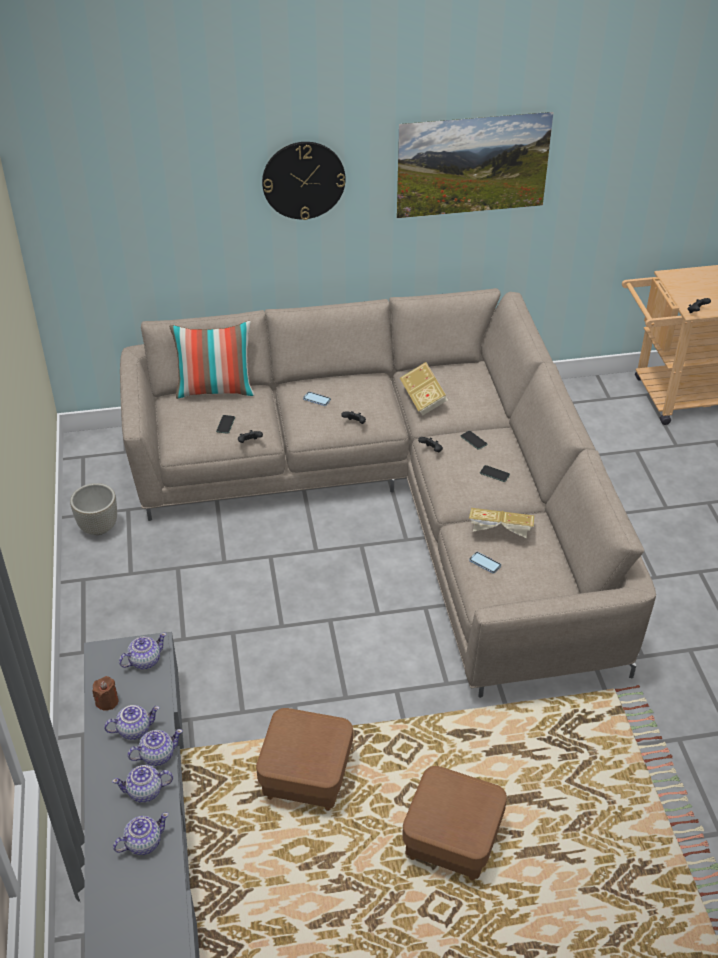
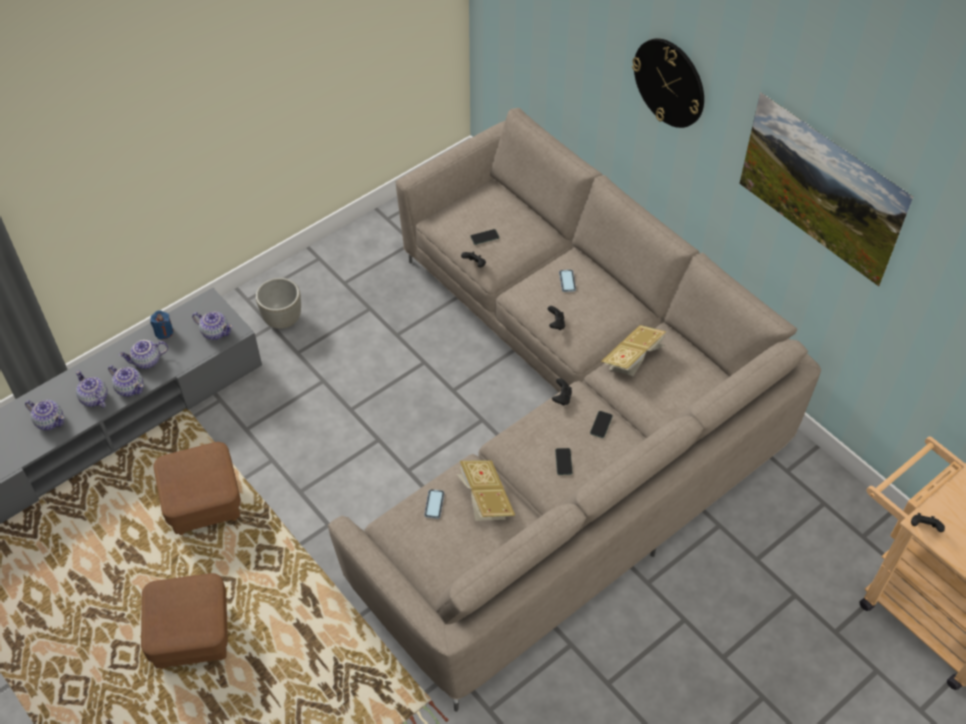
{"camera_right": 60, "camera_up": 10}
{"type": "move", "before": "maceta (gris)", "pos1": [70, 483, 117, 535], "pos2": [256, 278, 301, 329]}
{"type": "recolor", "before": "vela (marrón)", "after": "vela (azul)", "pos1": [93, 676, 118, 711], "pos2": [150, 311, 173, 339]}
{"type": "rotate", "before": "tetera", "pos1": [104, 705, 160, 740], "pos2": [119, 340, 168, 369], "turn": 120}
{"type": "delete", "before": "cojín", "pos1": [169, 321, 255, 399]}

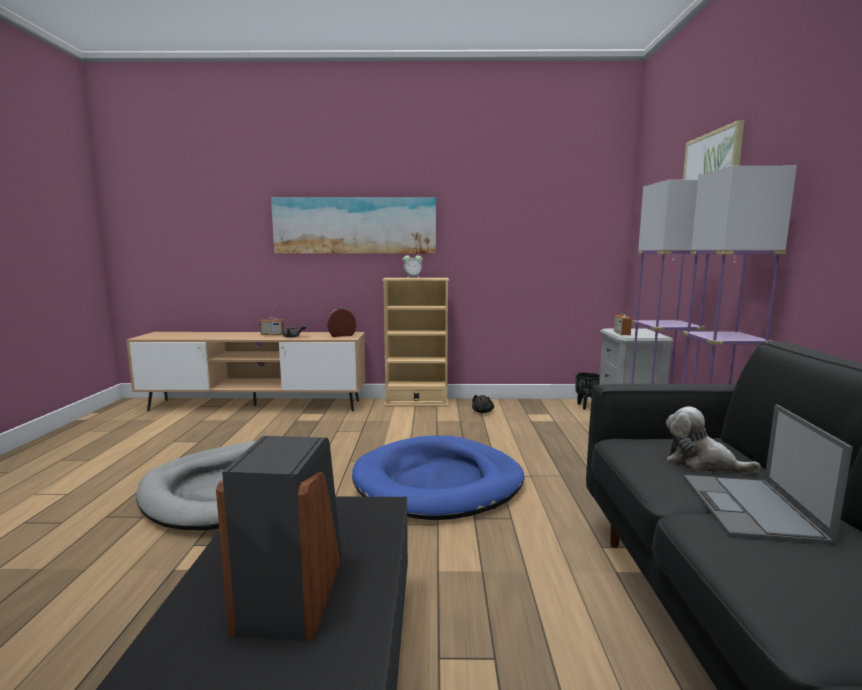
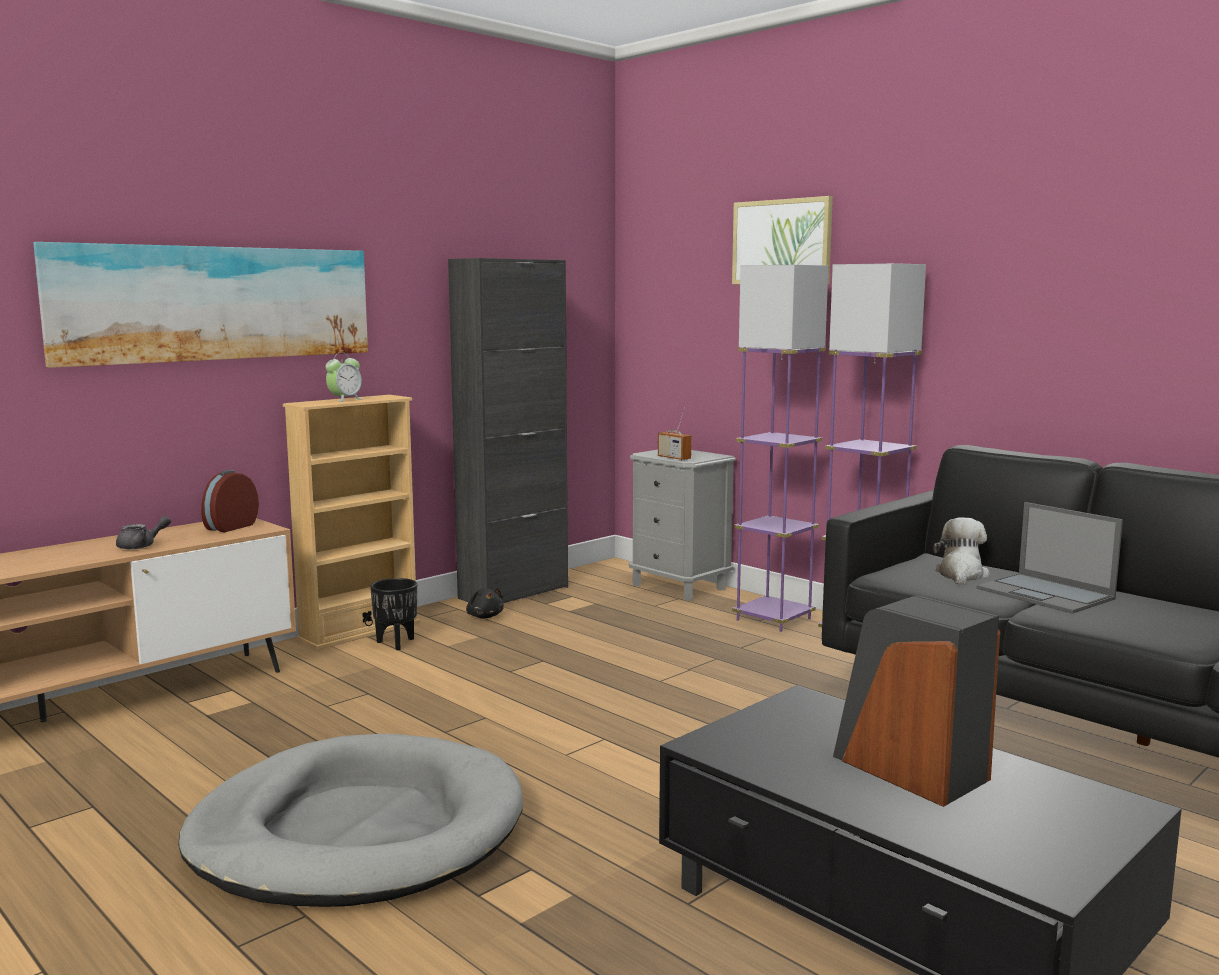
{"camera_right": -45, "camera_up": 0}
{"type": "delete", "before": "radio", "pos1": [260, 303, 284, 335]}
{"type": "delete", "before": "cama para perro (azul)", "pos1": [352, 436, 524, 520]}
{"type": "move", "before": "maceta (negro)", "pos1": [576, 372, 600, 410], "pos2": [370, 578, 417, 650]}
{"type": "rotate", "before": "peluche", "pos1": [666, 406, 761, 474], "pos2": [933, 517, 990, 585], "turn": 120}
{"type": "insert", "after": "armario (negro)", "pos2": [448, 258, 568, 603]}

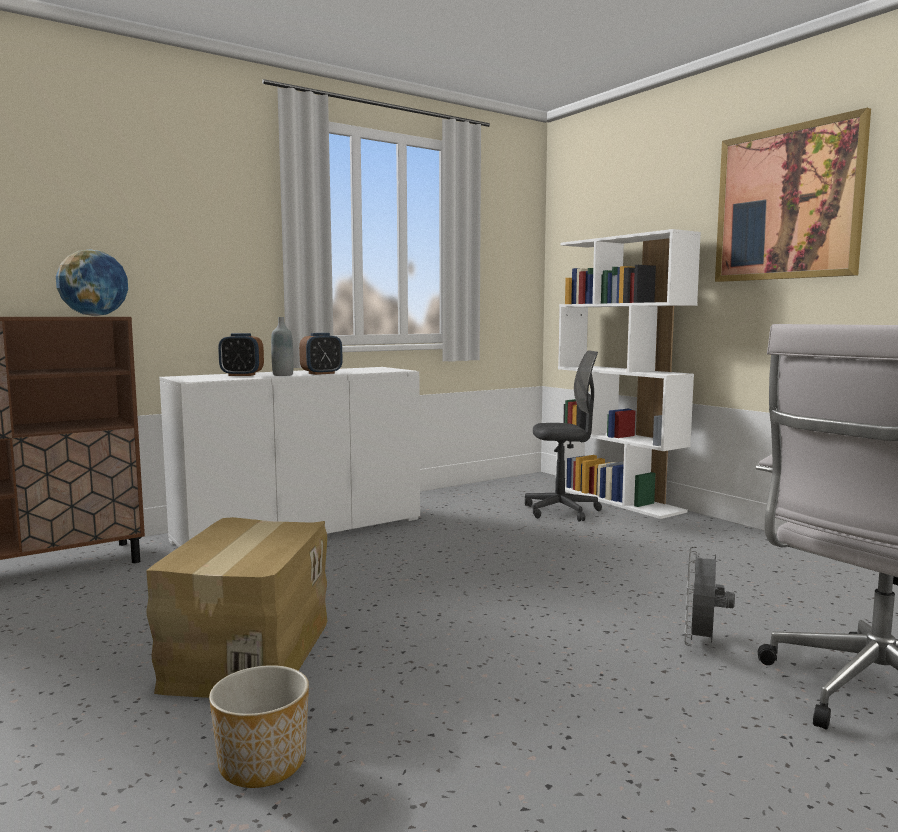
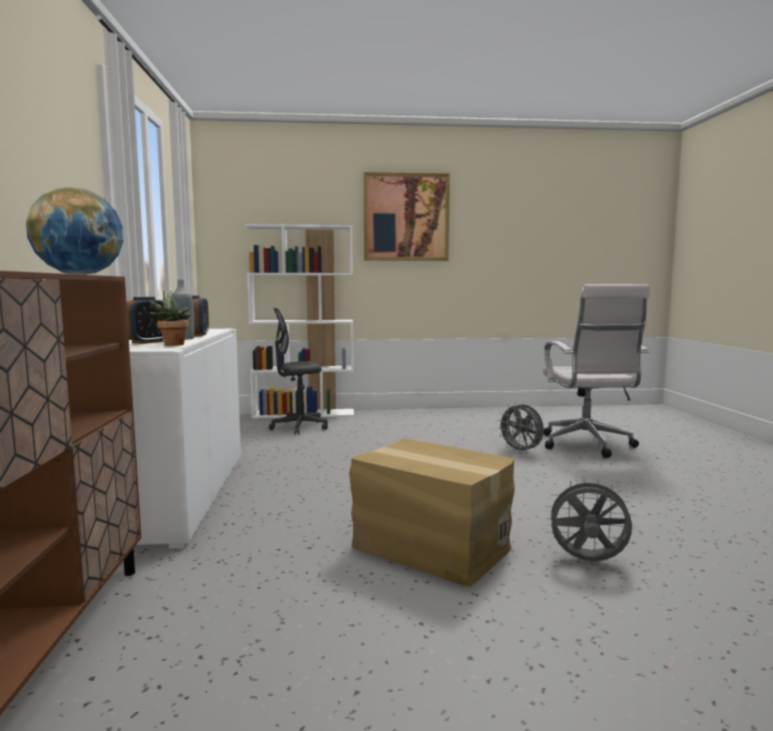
{"camera_right": -60, "camera_up": 0}
{"type": "replace", "before": "maceta", "after": "ventilador (gris)", "pos1": [209, 665, 309, 788], "pos2": [546, 477, 635, 561]}
{"type": "rotate", "before": "silla de oficina (gris)", "pos1": [525, 350, 602, 521], "pos2": [269, 308, 328, 435], "turn": -135}
{"type": "insert", "after": "planta en maceta", "pos2": [149, 290, 191, 346]}

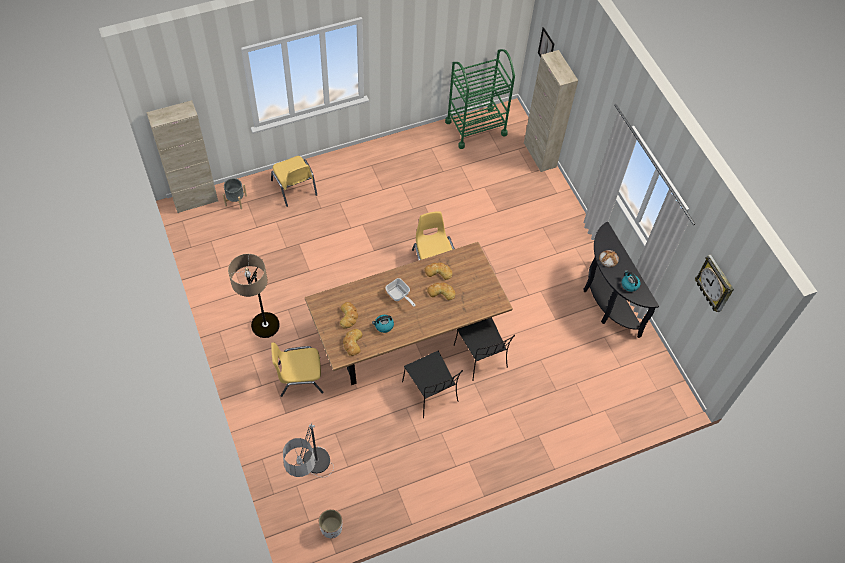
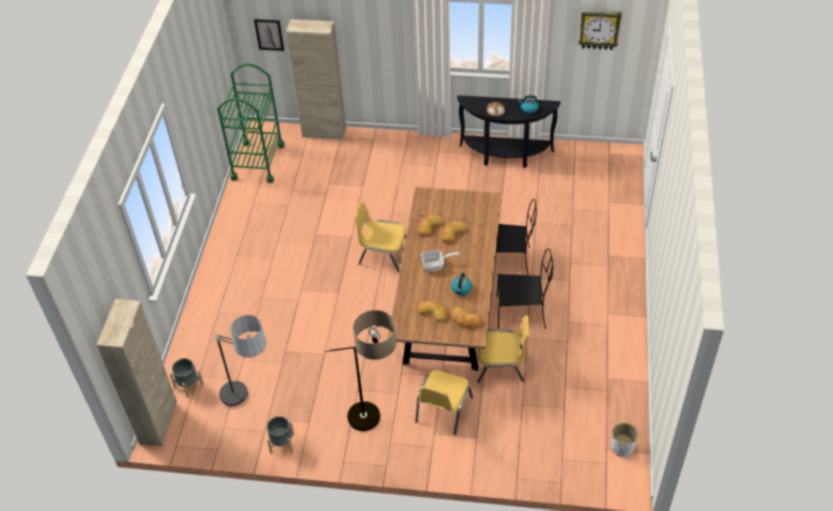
{"camera_right": -55, "camera_up": -10}
{"type": "move", "before": "silla (amarillo)", "pos1": [271, 156, 317, 207], "pos2": [477, 315, 529, 383]}
{"type": "move", "before": "lámpara de pie", "pos1": [283, 423, 334, 477], "pos2": [215, 315, 267, 406]}
{"type": "insert", "after": "maceta (gris)", "pos2": [267, 416, 294, 454]}

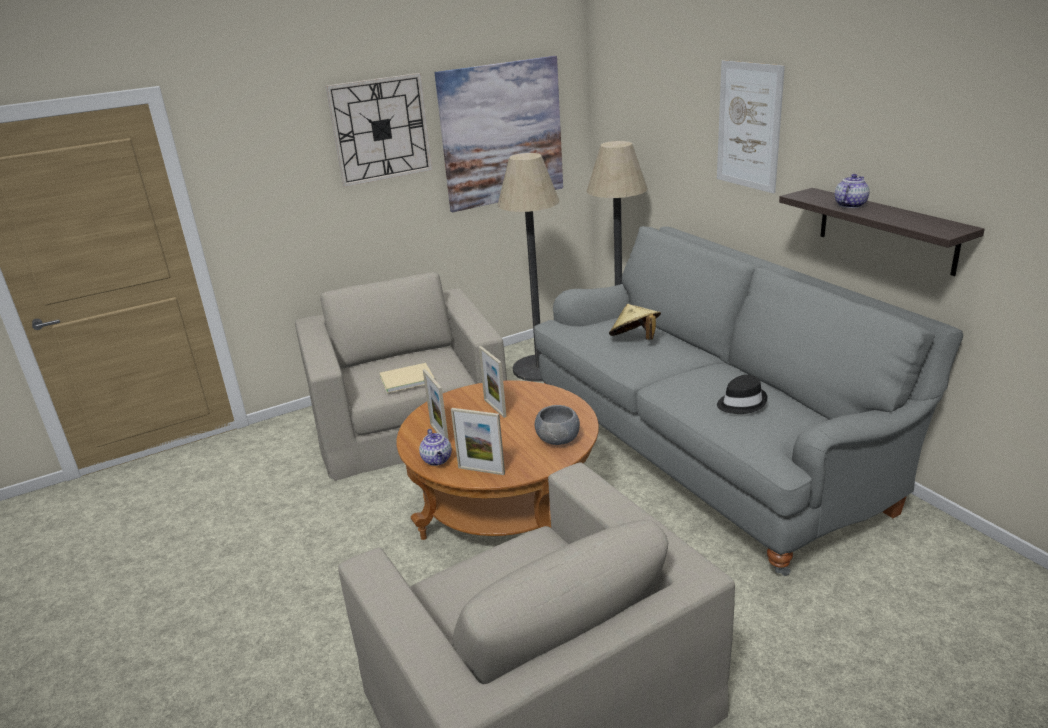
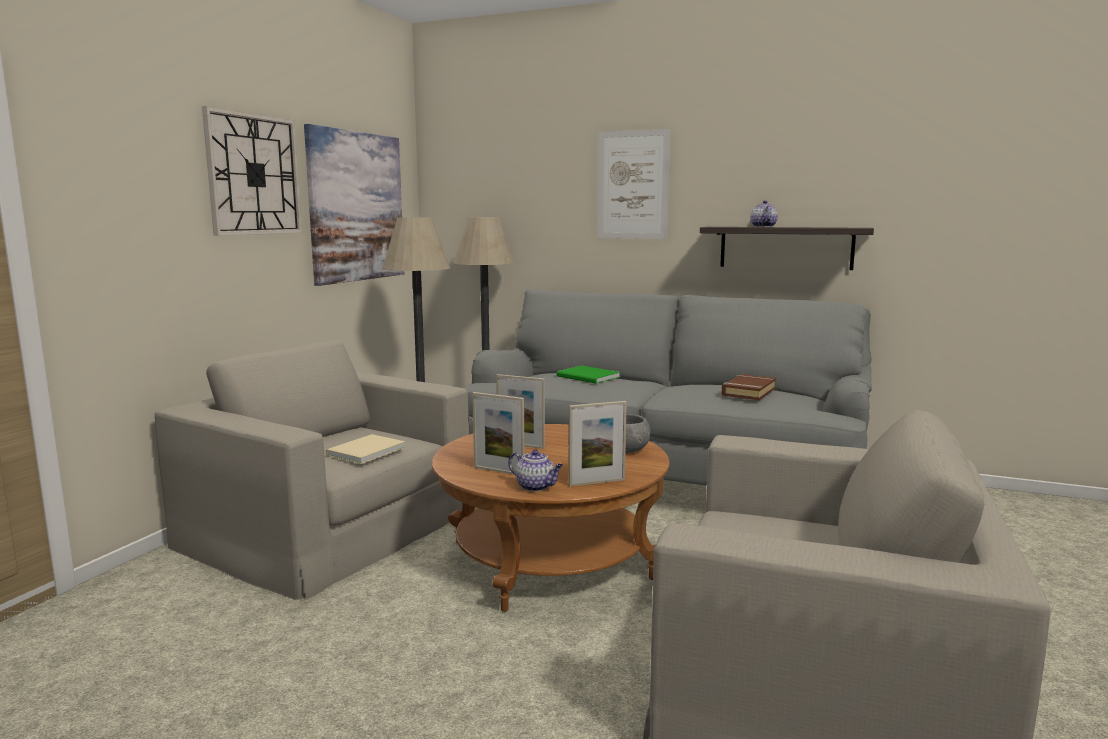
{"camera_right": -40, "camera_up": -15}
{"type": "replace", "before": "sombrero (beis)", "after": "libro (verde)", "pos1": [609, 304, 661, 340], "pos2": [556, 365, 620, 384]}
{"type": "replace", "before": "sombrero (negro)", "after": "libro (marrón)", "pos1": [717, 375, 768, 414], "pos2": [722, 374, 776, 400]}

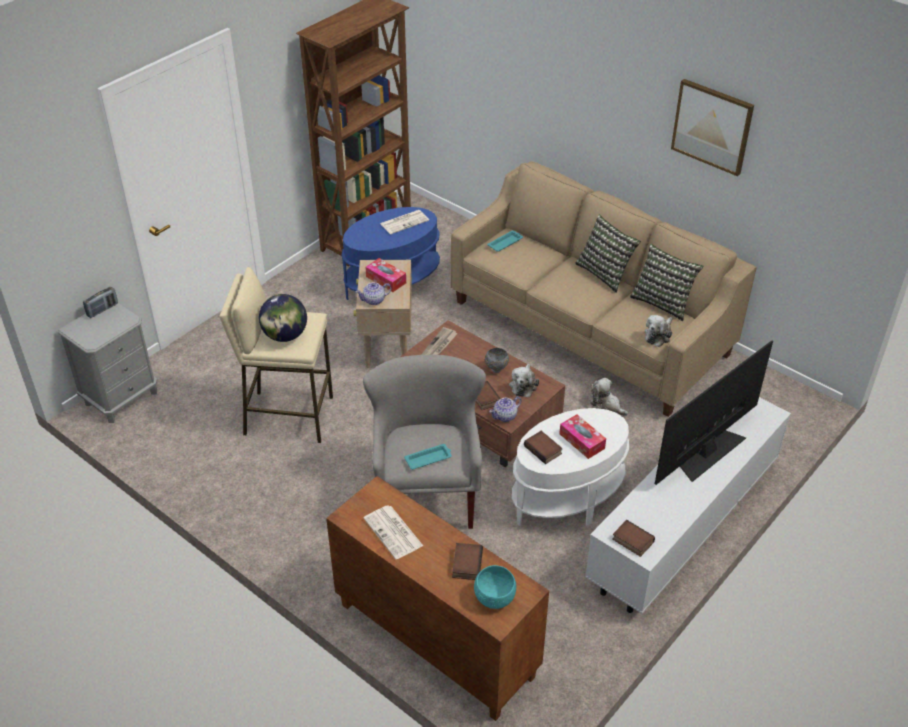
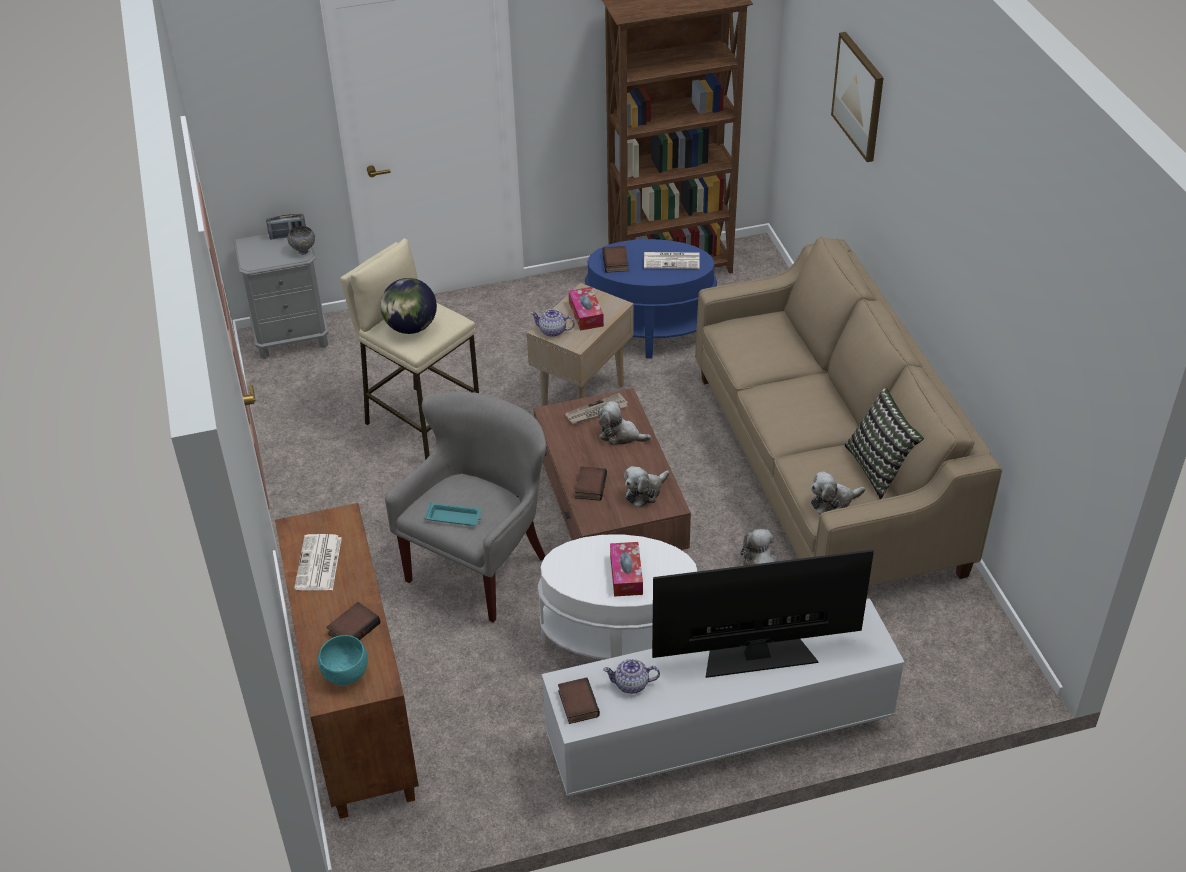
{"camera_right": 35, "camera_up": 0}
{"type": "move", "before": "cuenco (gris)", "pos1": [485, 348, 509, 373], "pos2": [287, 226, 315, 255]}
{"type": "delete", "before": "bandeja (turquesa)", "pos1": [487, 230, 523, 252]}
{"type": "move", "before": "tetera", "pos1": [489, 396, 522, 422], "pos2": [603, 659, 660, 694]}
{"type": "move", "before": "libro", "pos1": [524, 431, 563, 464], "pos2": [602, 246, 629, 273]}
{"type": "delete", "before": "cojín", "pos1": [575, 215, 641, 293]}
{"type": "move", "before": "cuadro", "pos1": [671, 79, 754, 176], "pos2": [831, 32, 884, 162]}
{"type": "insert", "after": "peluche", "pos2": [598, 401, 652, 446]}

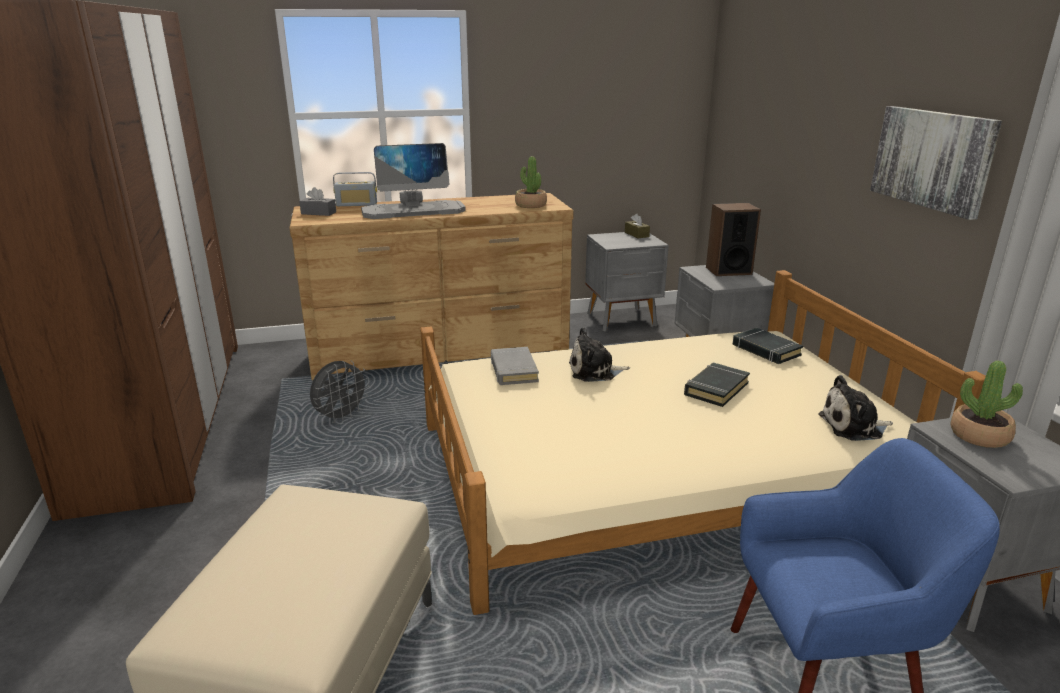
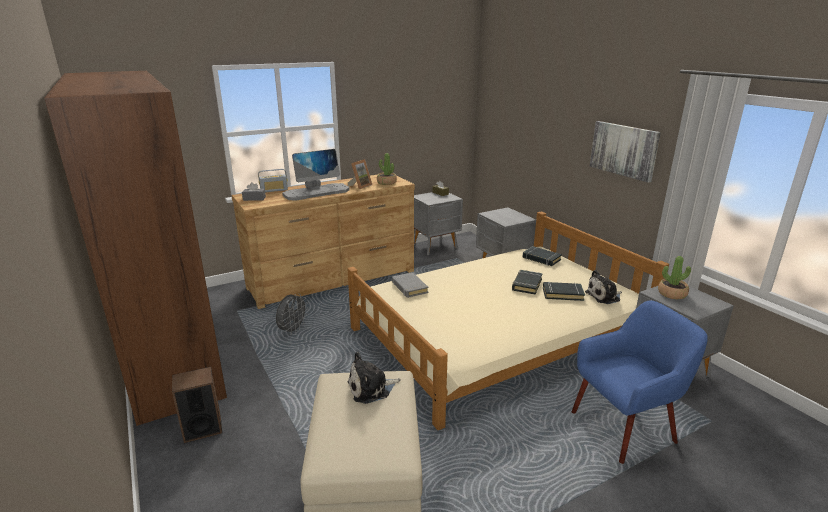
{"camera_right": -15, "camera_up": 0}
{"type": "move", "before": "peluche", "pos1": [569, 327, 630, 382], "pos2": [348, 352, 401, 404]}
{"type": "move", "before": "altavoz", "pos1": [706, 203, 761, 276], "pos2": [172, 367, 222, 443]}
{"type": "insert", "after": "portarretratos", "pos2": [348, 159, 372, 189]}
{"type": "insert", "after": "libro (negro)", "pos2": [543, 282, 585, 301]}

